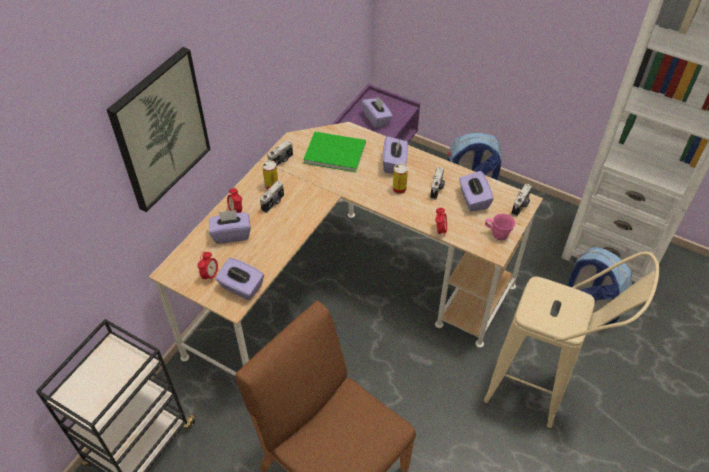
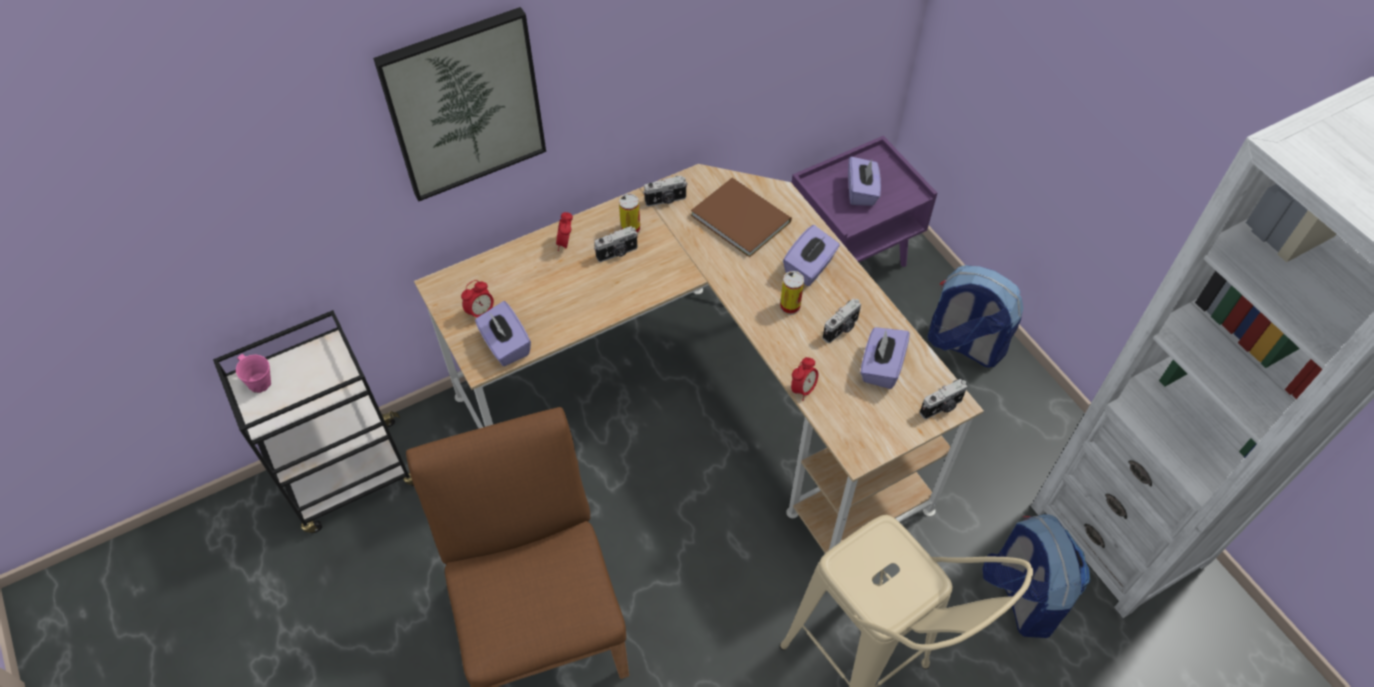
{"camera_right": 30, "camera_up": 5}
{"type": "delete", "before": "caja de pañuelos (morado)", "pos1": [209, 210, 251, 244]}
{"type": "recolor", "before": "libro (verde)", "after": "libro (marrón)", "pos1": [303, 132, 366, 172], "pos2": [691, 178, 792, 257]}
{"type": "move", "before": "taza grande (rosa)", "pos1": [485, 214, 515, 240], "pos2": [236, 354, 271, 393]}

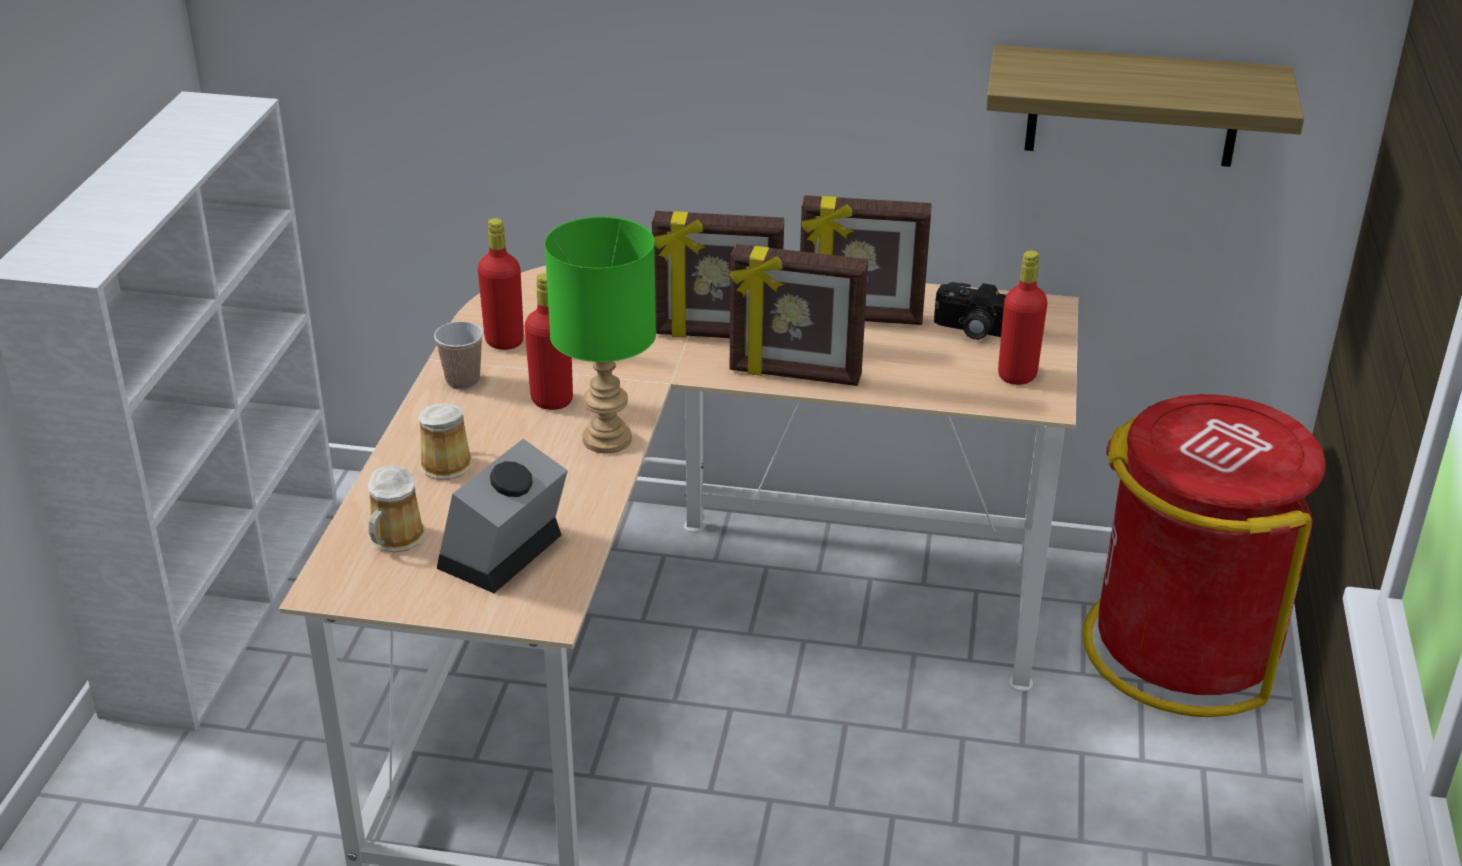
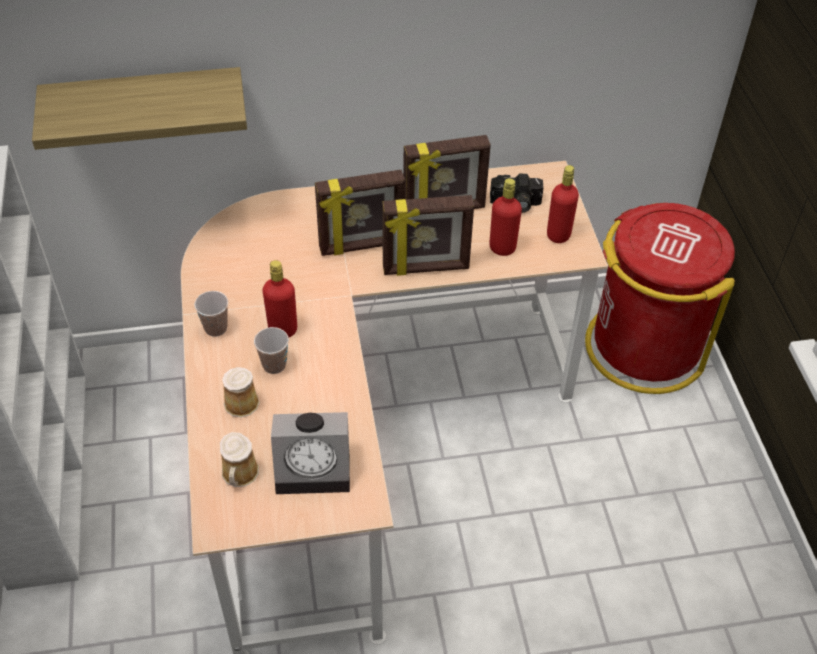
{"camera_right": -20, "camera_up": 15}
{"type": "rotate", "before": "despertador", "pos1": [437, 439, 568, 593], "pos2": [271, 412, 350, 494], "turn": -105}
{"type": "move", "before": "botella (rojo)", "pos1": [478, 218, 524, 350], "pos2": [489, 178, 522, 256]}
{"type": "delete", "before": "lámpara de mesa (verde)", "pos1": [544, 216, 656, 453]}
{"type": "move", "before": "estante", "pos1": [986, 45, 1304, 167], "pos2": [32, 67, 247, 150]}
{"type": "insert", "after": "taza", "pos2": [254, 327, 289, 374]}

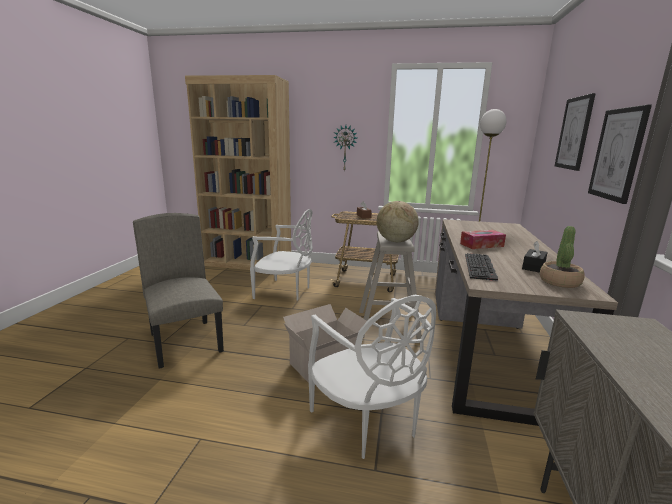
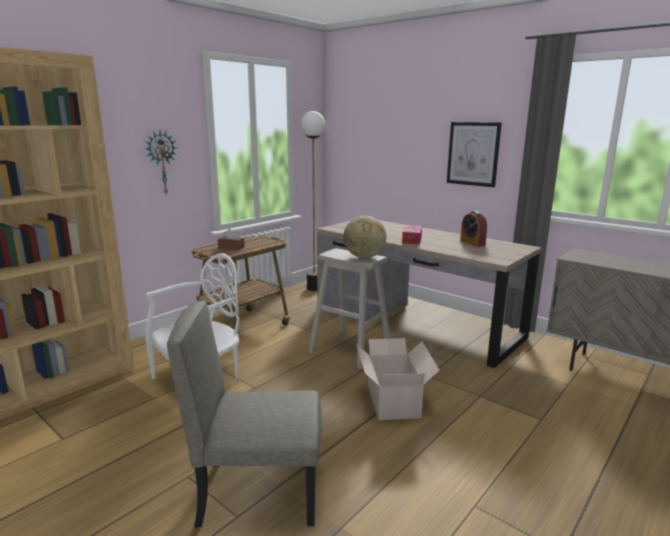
{"camera_right": -60, "camera_up": 0}
{"type": "delete", "before": "silla (blanco)", "pos1": [308, 295, 436, 459]}
{"type": "delete", "before": "teclado", "pos1": [465, 253, 498, 281]}
{"type": "replace", "before": "caja de pañuelos (negro)", "after": "despertador", "pos1": [522, 241, 548, 273], "pos2": [460, 211, 487, 247]}
{"type": "delete", "before": "planta en maceta", "pos1": [540, 226, 585, 288]}
{"type": "delete", "before": "cuadro", "pos1": [555, 93, 596, 171]}

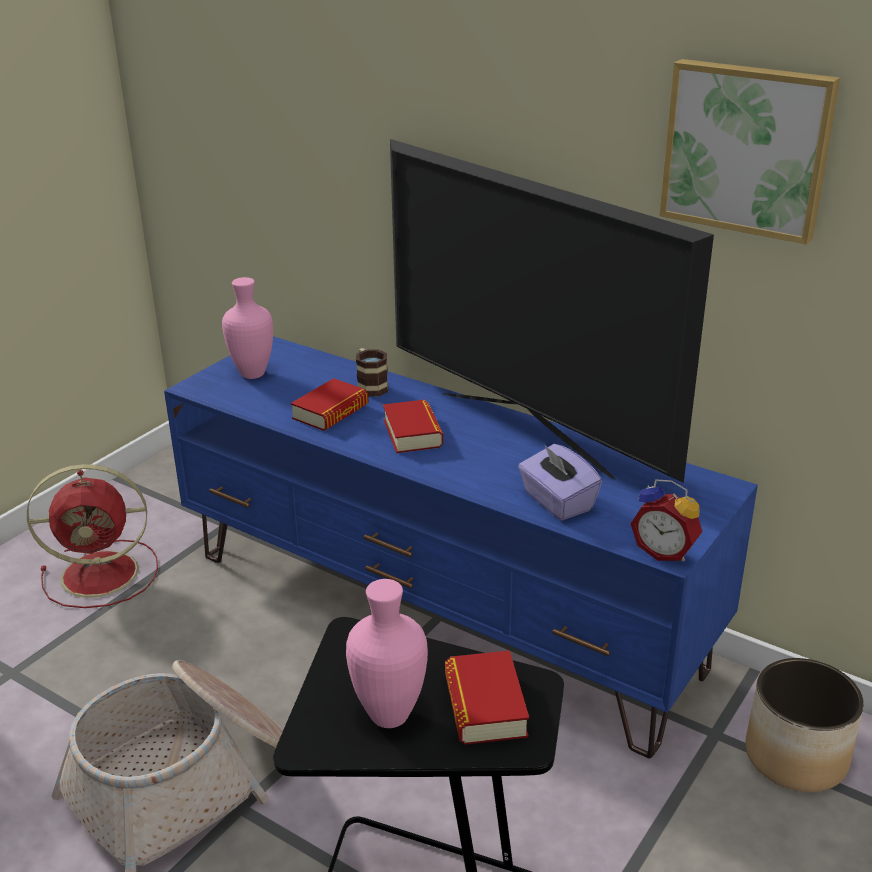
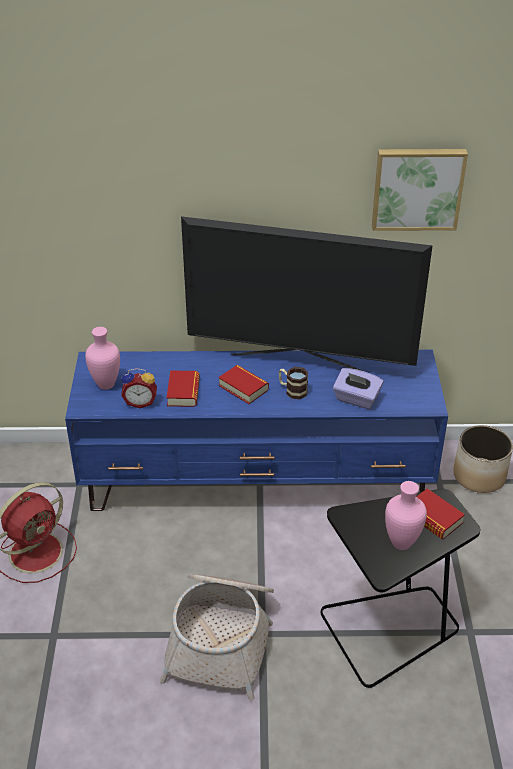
{"camera_right": -35, "camera_up": 10}
{"type": "move", "before": "taza grande", "pos1": [356, 348, 388, 397], "pos2": [279, 367, 308, 400]}
{"type": "move", "before": "despertador", "pos1": [630, 479, 703, 562], "pos2": [121, 368, 157, 408]}

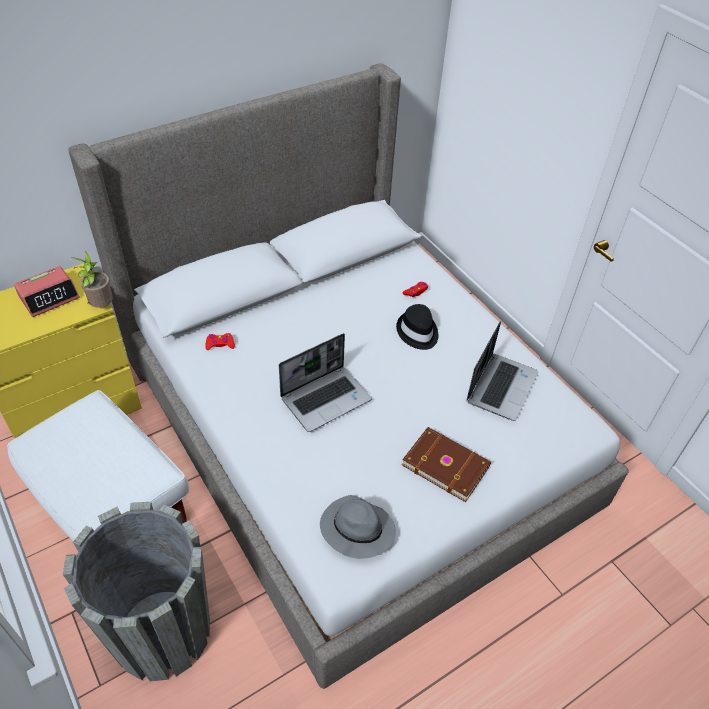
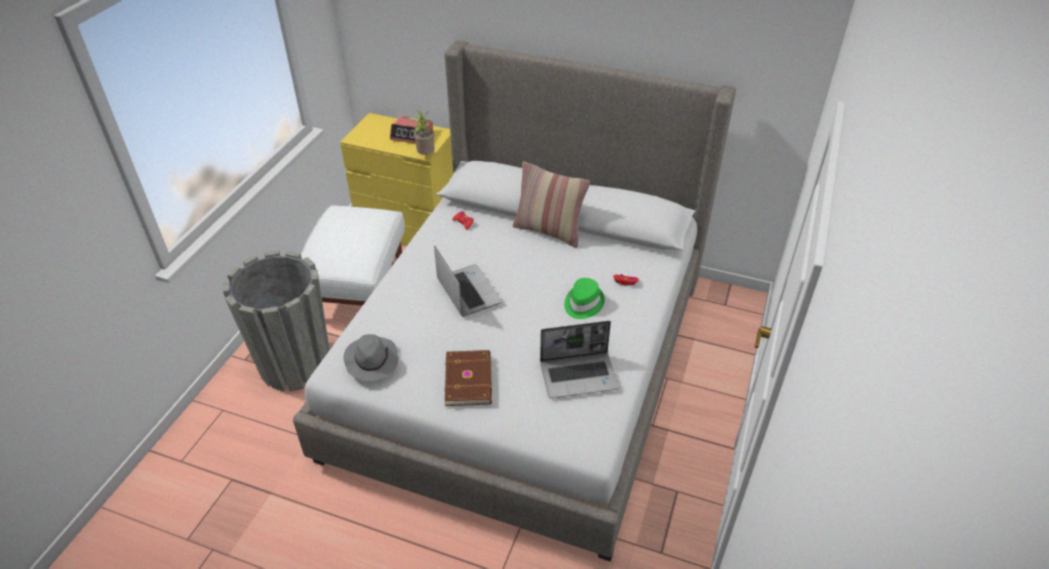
{"camera_right": 55, "camera_up": -5}
{"type": "rotate", "before": "portátil", "pos1": [279, 333, 371, 432], "pos2": [434, 246, 502, 317], "turn": -135}
{"type": "recolor", "before": "sombrero (negro)", "after": "sombrero (verde)", "pos1": [396, 304, 438, 350], "pos2": [564, 278, 605, 319]}
{"type": "insert", "after": "cojín", "pos2": [513, 162, 590, 248]}

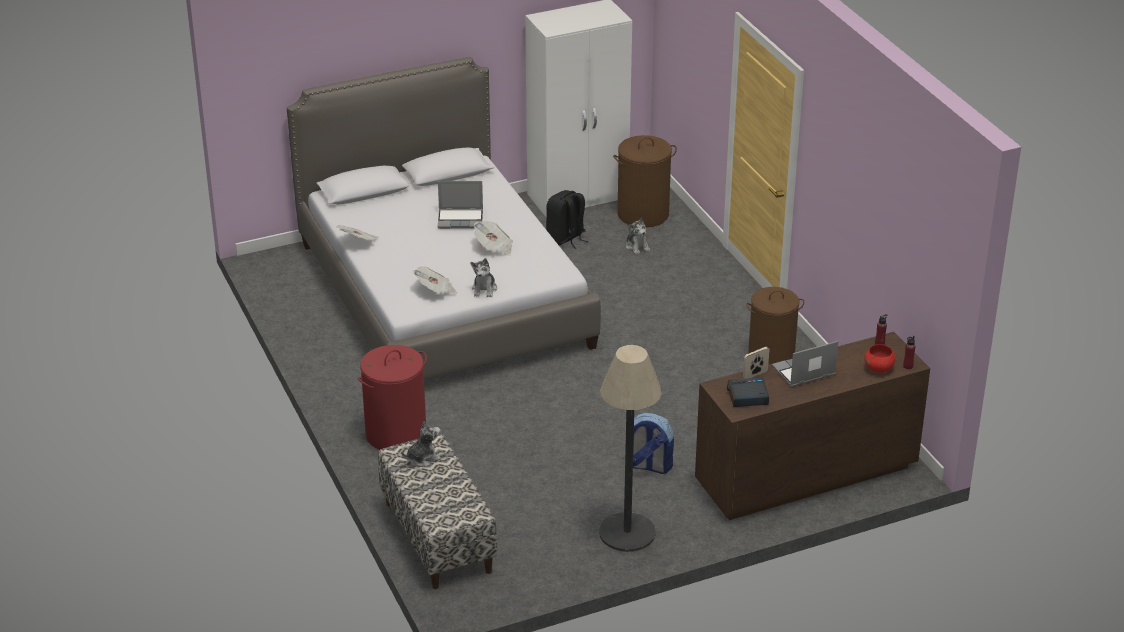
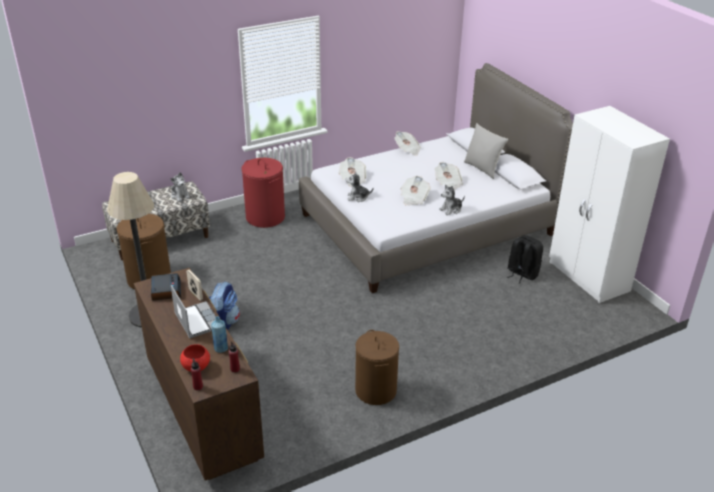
{"camera_right": 85, "camera_up": 0}
{"type": "replace", "before": "portátil", "after": "periódico", "pos1": [438, 181, 483, 229], "pos2": [434, 162, 463, 191]}
{"type": "move", "before": "cesto de la ropa (marrón)", "pos1": [613, 135, 677, 228], "pos2": [117, 214, 171, 290]}
{"type": "move", "before": "peluche", "pos1": [625, 218, 650, 255], "pos2": [439, 184, 465, 215]}
{"type": "insert", "after": "botella (azul)", "pos2": [211, 316, 228, 353]}
{"type": "insert", "after": "cojín (gris)", "pos2": [464, 123, 508, 179]}

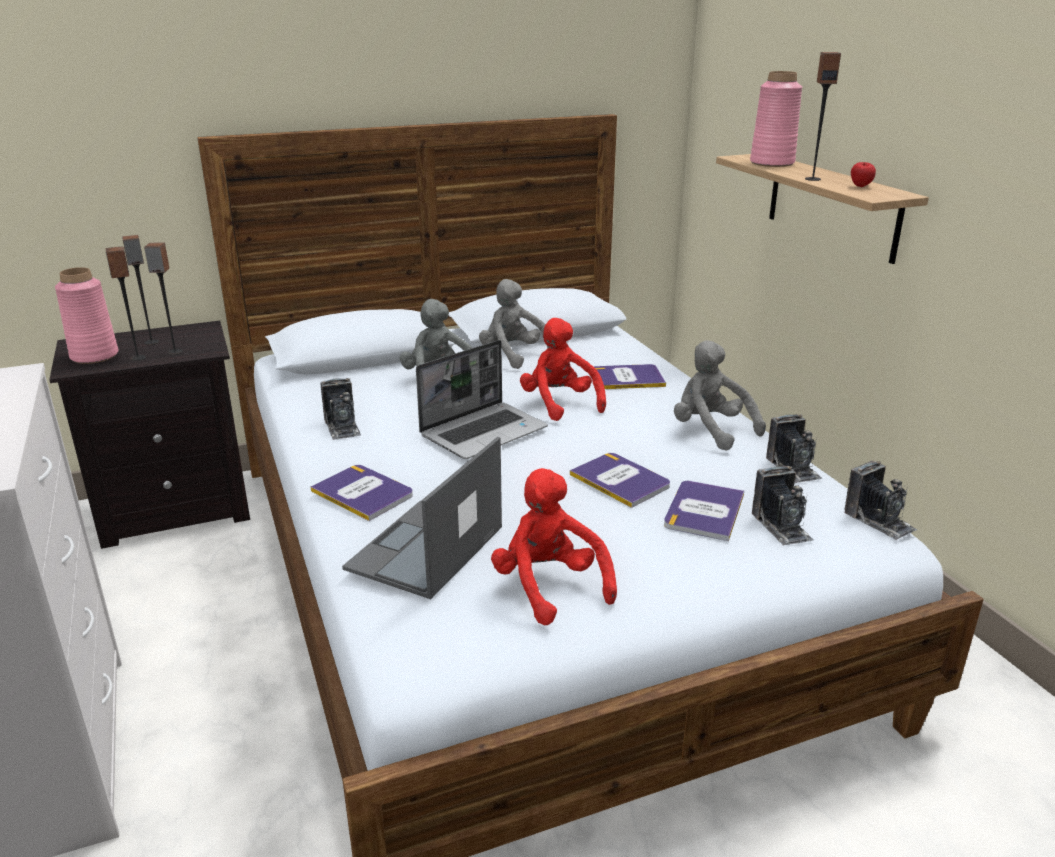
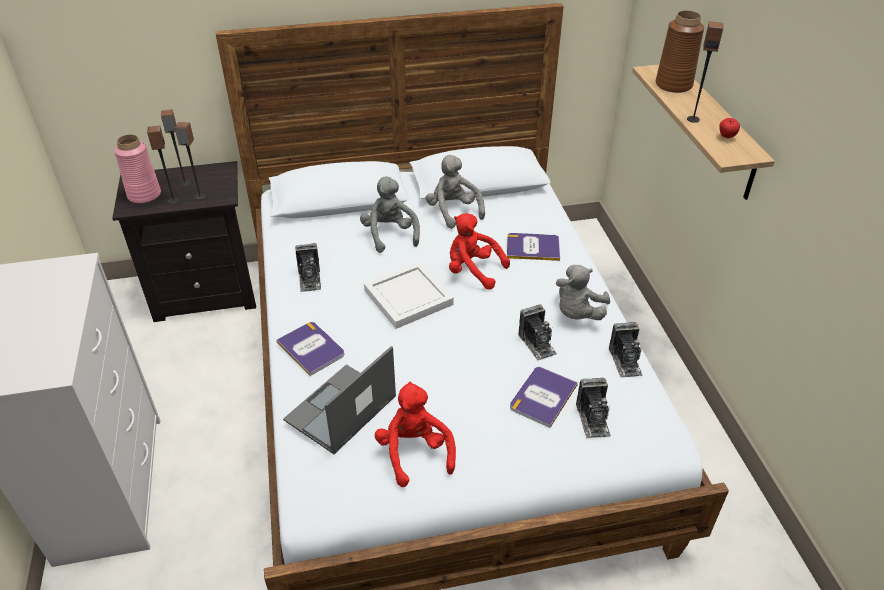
{"camera_right": 10, "camera_up": 15}
{"type": "replace", "before": "portátil", "after": "bandeja (blanco)", "pos1": [416, 340, 548, 459], "pos2": [364, 262, 454, 329]}
{"type": "rotate", "before": "peluche (rojo)", "pos1": [520, 318, 606, 421], "pos2": [449, 213, 510, 290], "turn": -45}
{"type": "delete", "before": "libro", "pos1": [570, 453, 670, 508]}
{"type": "rotate", "before": "peluche (gris)", "pos1": [674, 340, 766, 451], "pos2": [556, 265, 610, 320], "turn": -120}
{"type": "recolor", "before": "florero (rosa)", "after": "florero (marrón)", "pos1": [750, 71, 802, 167], "pos2": [656, 10, 704, 93]}
{"type": "move", "before": "cámara", "pos1": [845, 461, 917, 540], "pos2": [518, 304, 557, 361]}

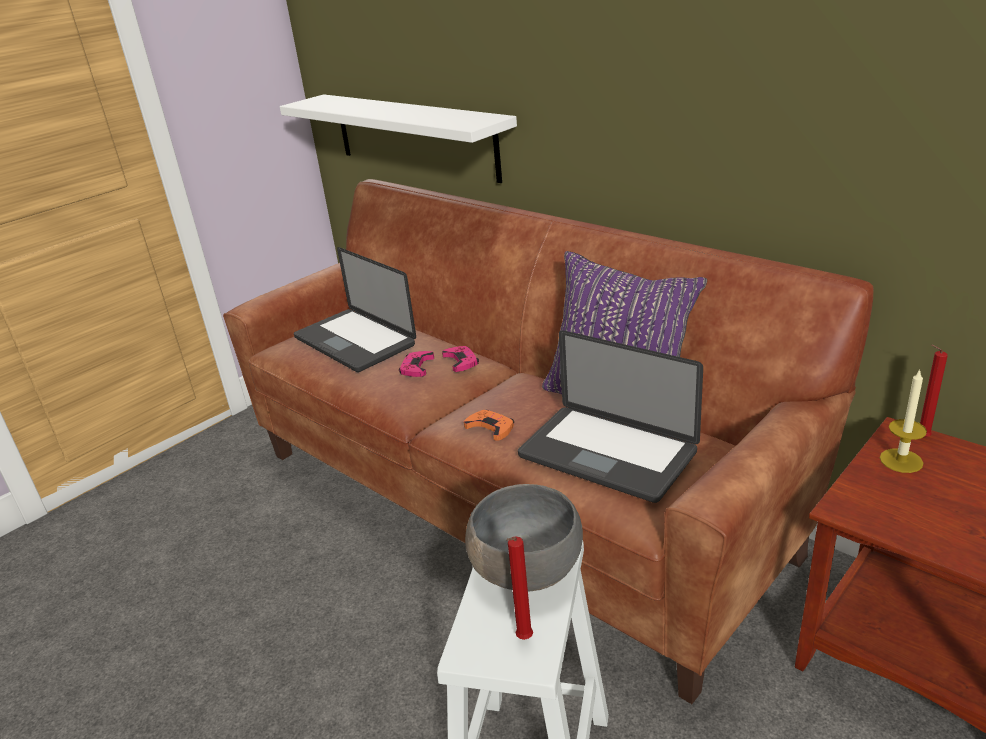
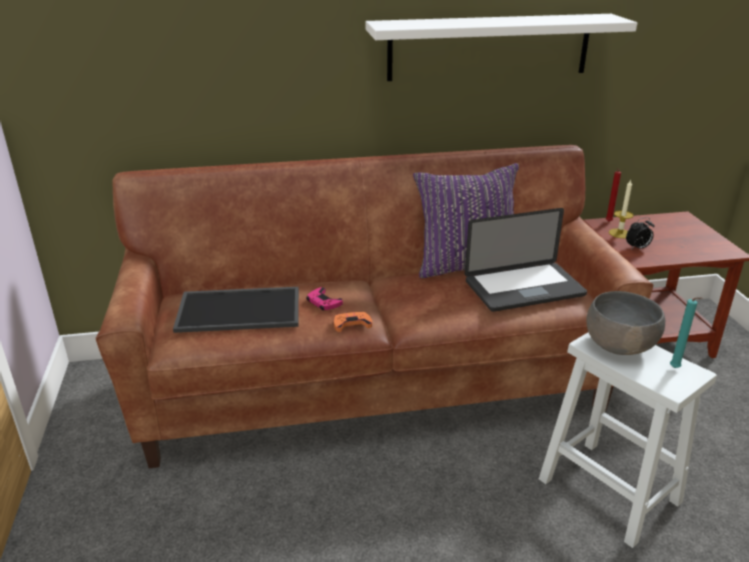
{"camera_right": -55, "camera_up": 0}
{"type": "move", "before": "estante (blanco)", "pos1": [280, 94, 517, 183], "pos2": [366, 14, 637, 81]}
{"type": "replace", "before": "portátil", "after": "bandeja", "pos1": [294, 247, 416, 372], "pos2": [173, 287, 299, 333]}
{"type": "delete", "before": "mando de consola (rosa)", "pos1": [442, 346, 479, 372]}
{"type": "move", "before": "mando de consola (naranja)", "pos1": [464, 410, 514, 441], "pos2": [334, 311, 372, 332]}
{"type": "recolor", "before": "vela (rojo)", "after": "vela (turquesa)", "pos1": [507, 536, 533, 640], "pos2": [670, 297, 702, 368]}
{"type": "insert", "after": "despertador", "pos2": [626, 217, 655, 250]}

